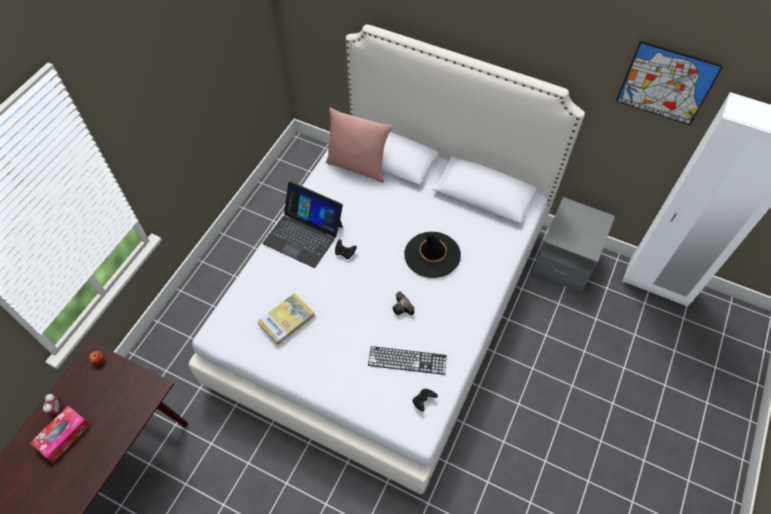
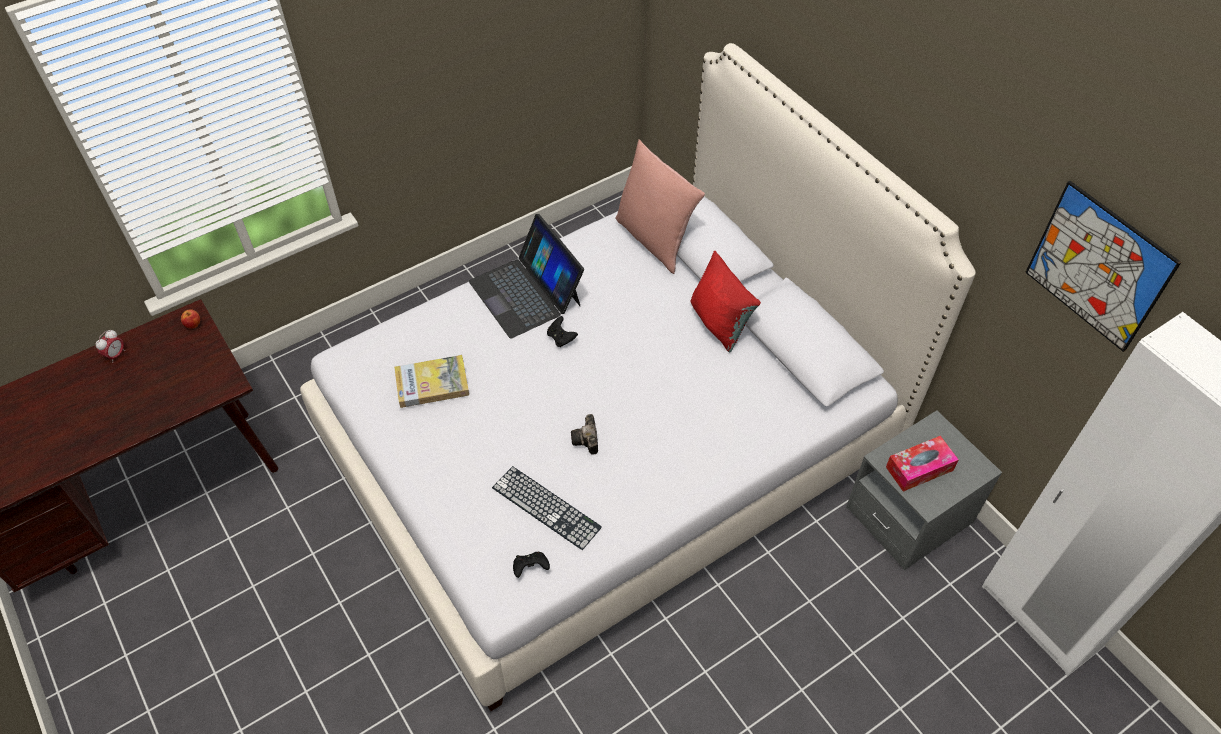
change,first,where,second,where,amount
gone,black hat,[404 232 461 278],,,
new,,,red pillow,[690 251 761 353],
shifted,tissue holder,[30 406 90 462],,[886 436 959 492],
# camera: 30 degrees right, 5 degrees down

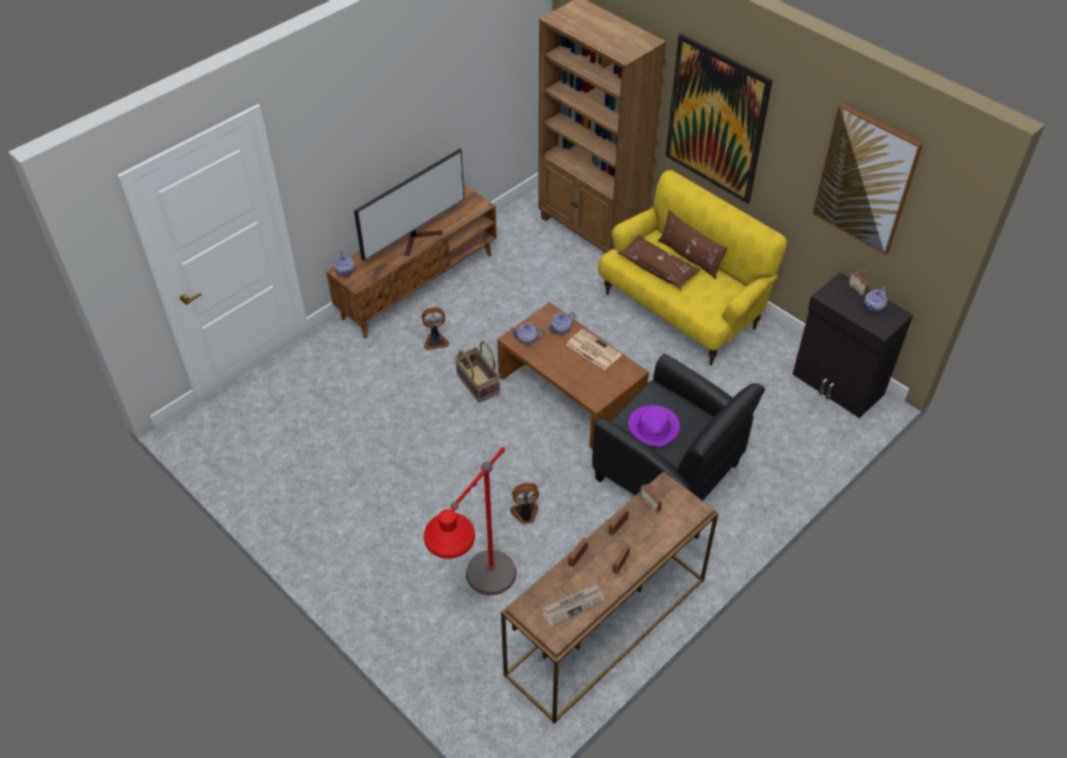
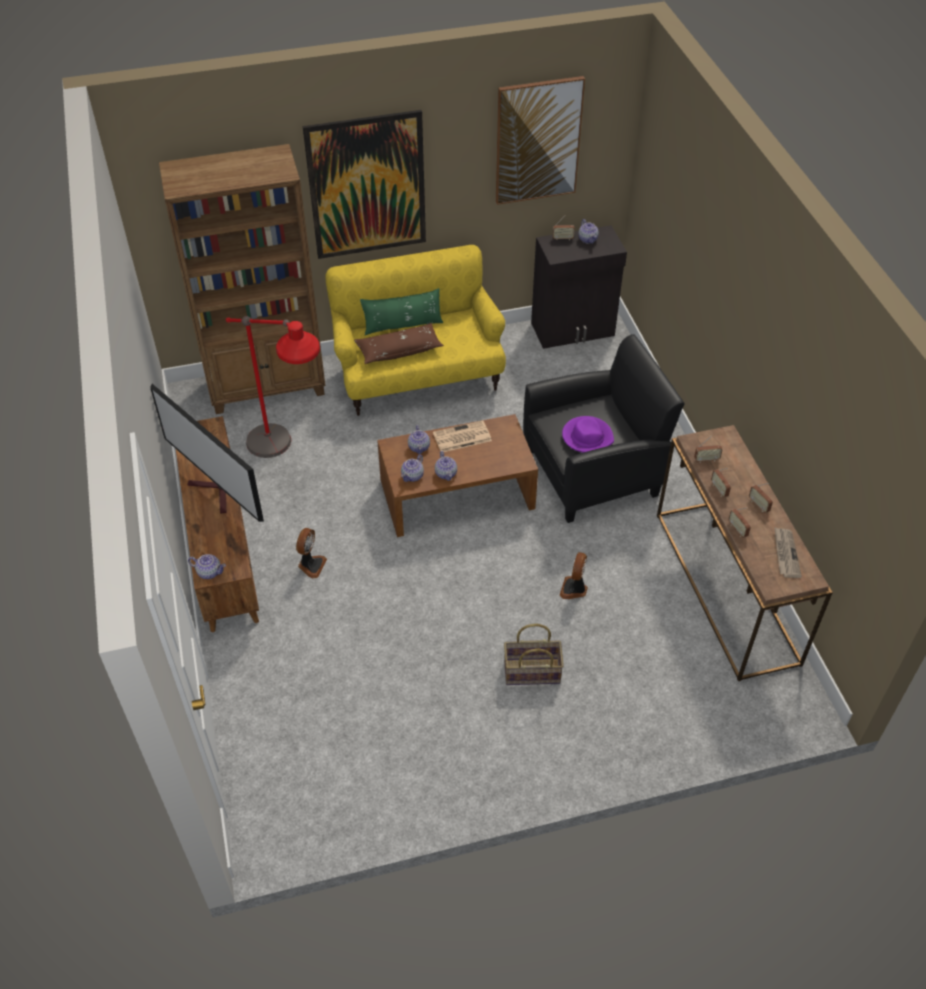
change,first,where,second,where,amount
new,,,pot for tea,[435 451 457 481],
shifted,red standing lamp,[424 447 516 595],,[226 316 320 458],
shifted,storage basket,[455 341 500 403],,[504 624 564 685],
repainted,brownish pillow,[658 209 728 279],greenish pillow,[360 288 443 335],
rotated,television,[354 148 464 261],,[150 384 264 522],150 degrees clockwise
# camera: 60 degrees left, 0 degrees up

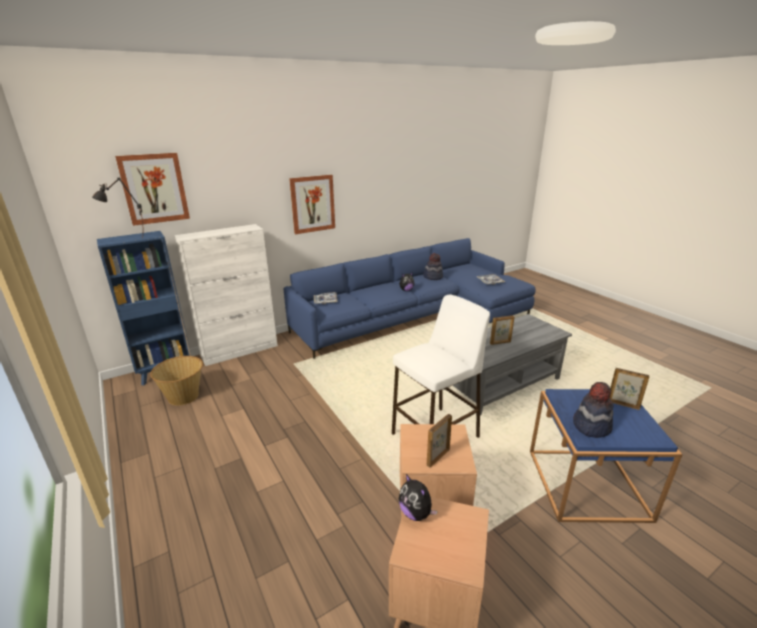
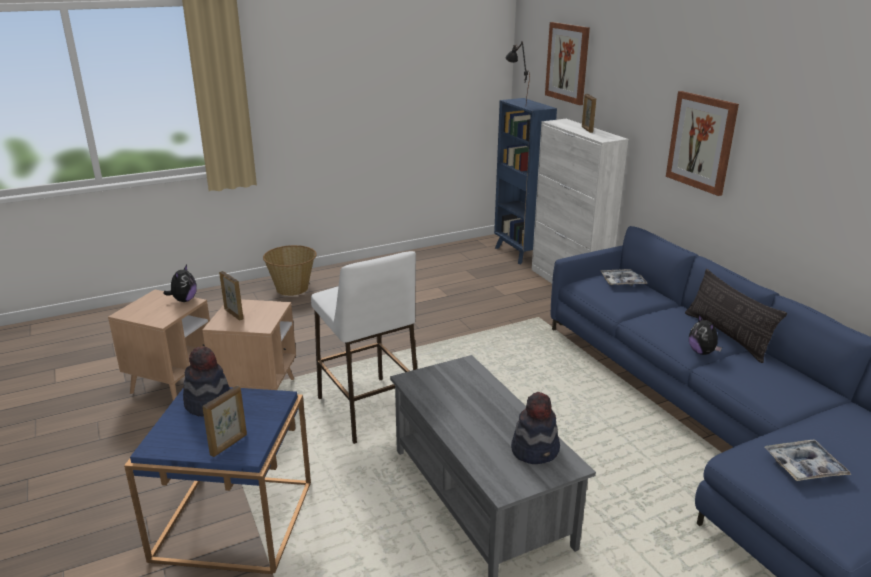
change,first,where,second,where,amount
new,,,pillow,[685 269 787 363],
shifted,storage basket,[150 356 203 406],,[263 245 317 296],
shifted,hat,[423 253 443 280],,[511 392 560 464],
shifted,picture frame,[490 315 515 345],,[582 94 596 133],
rotated,plush toy,[399 474 438 521],,[163 265 197 302],135 degrees clockwise
# camera: 95 degrees right, 0 degrees up

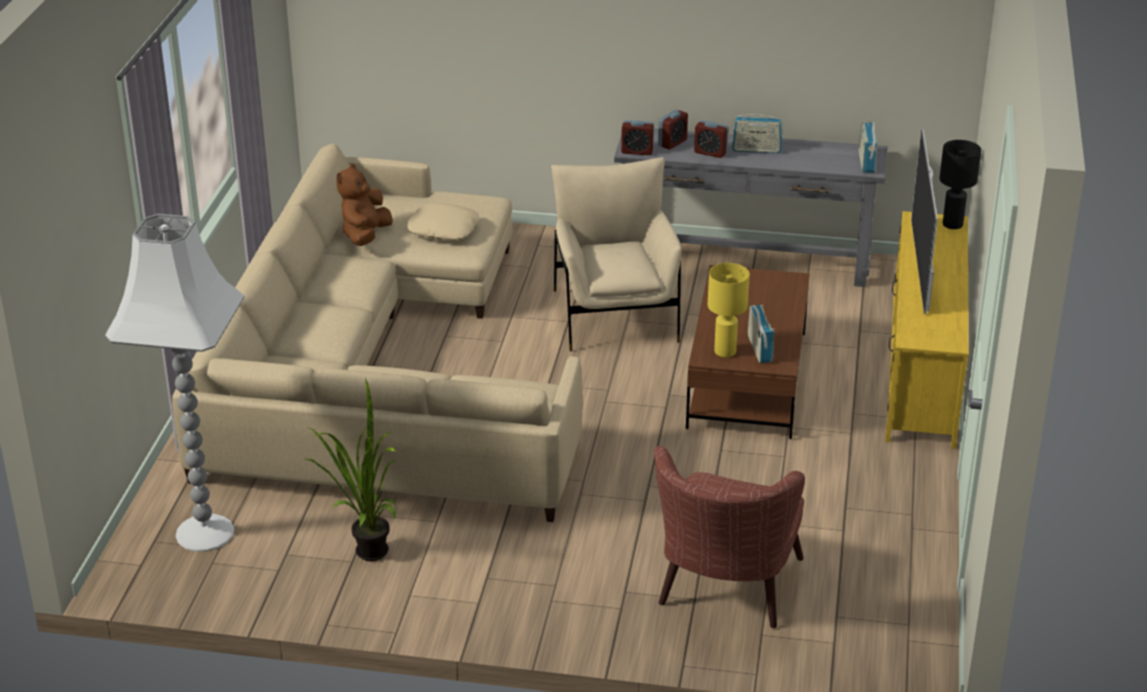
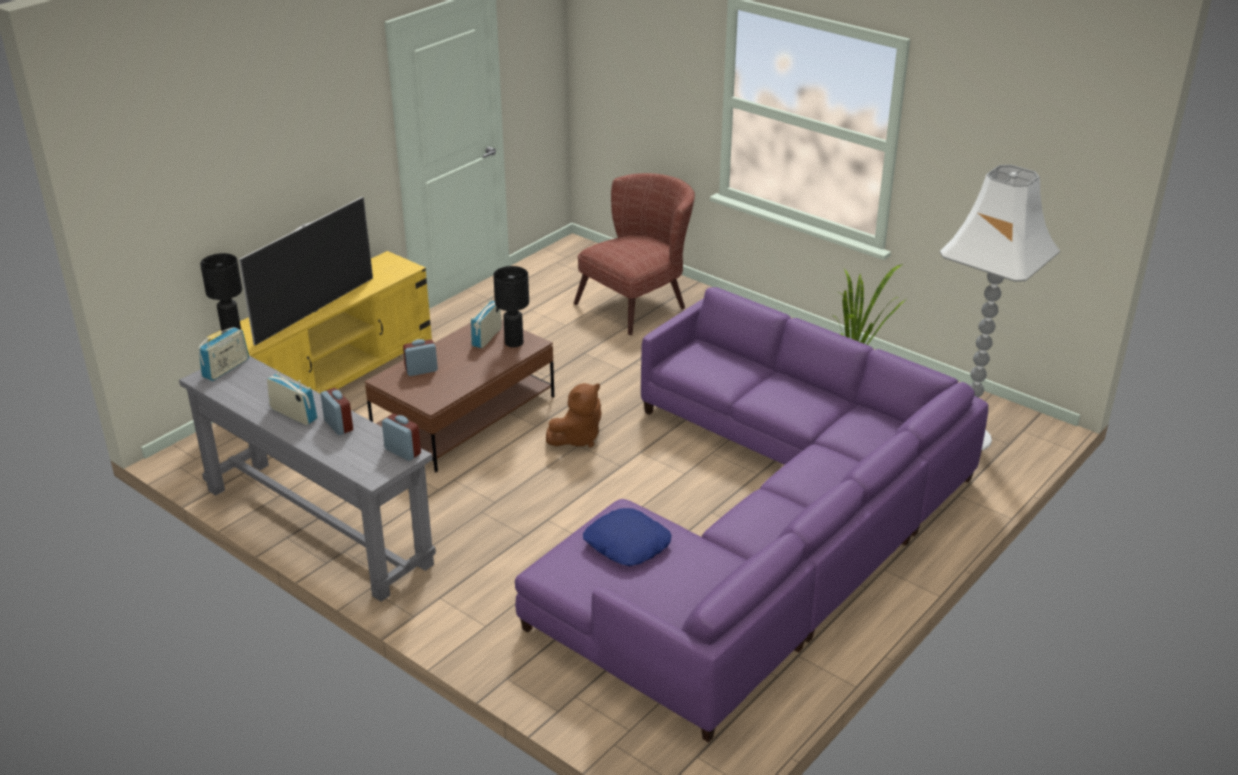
change,first,where,second,where,amount
gone,sand-coloured armchair,[551 157 682 352],,,
shifted,brownish plush toy,[336 163 393 246],,[546 383 602 447],
shifted,bedside clock,[658 109 688 150],,[403 339 438 376],
repainted,sand-coloured couch,[172 144 583 522],purplish couch,[515 287 988 743],
repainted,sand-coloured pillow,[406 203 479 240],blue pillow,[583 508 672 566],
repainted,yellowish tabletop lamp,[708 263 750 357],black tabletop lamp,[493 266 529 347],
# camera: 150 degrees left, 0 degrees up

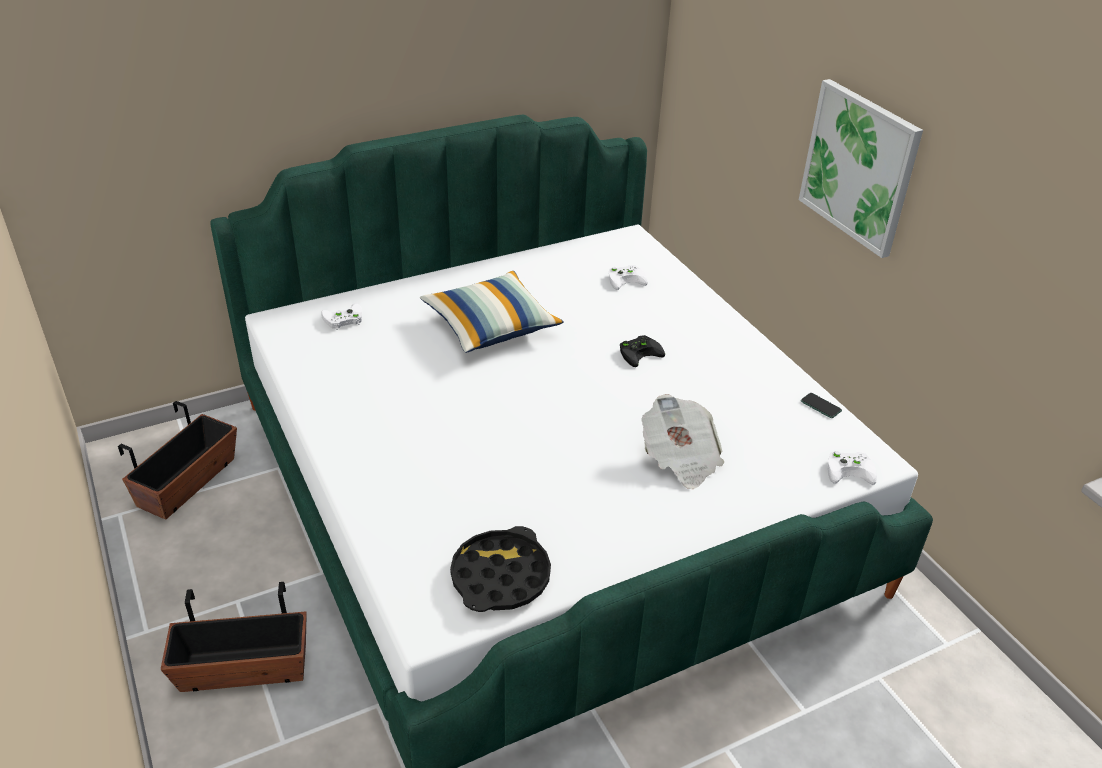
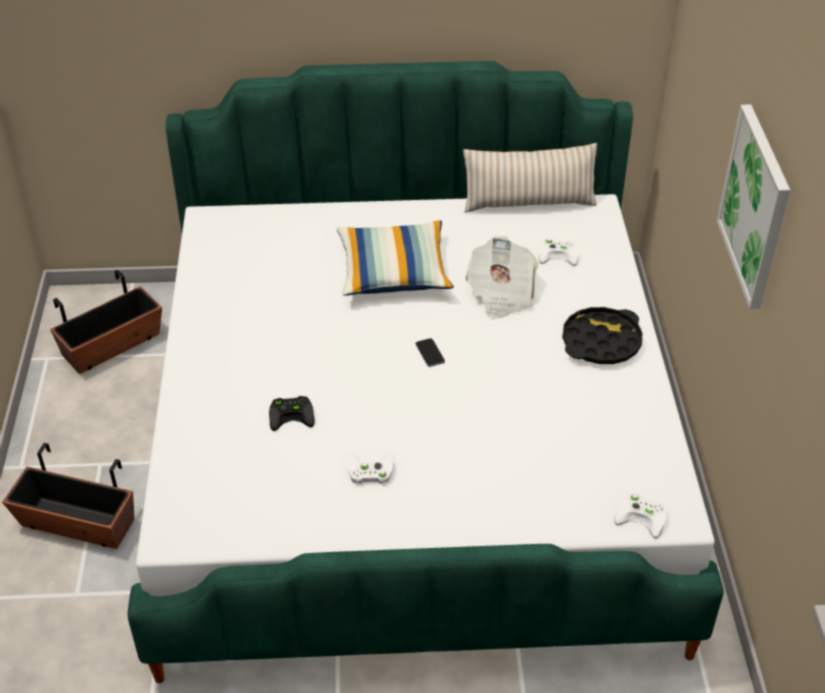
change,first,where,second,where,amount
new,,,sand-coloured pillow,[463 143 597 213],
shifted,white gamepad,[321 303 362 330],,[347 453 394 486],
shifted,black tray,[450 526 551 612],,[562 307 642 364],
shifted,black gamepad,[620 335 665 367],,[269 396 315 431],
shifted,daily paper,[641 394 724 490],,[466 236 538 319],
shifted,telephone,[801 393 842 418],,[415 338 445 367],
# camera: 25 degrees right, 5 degrees up

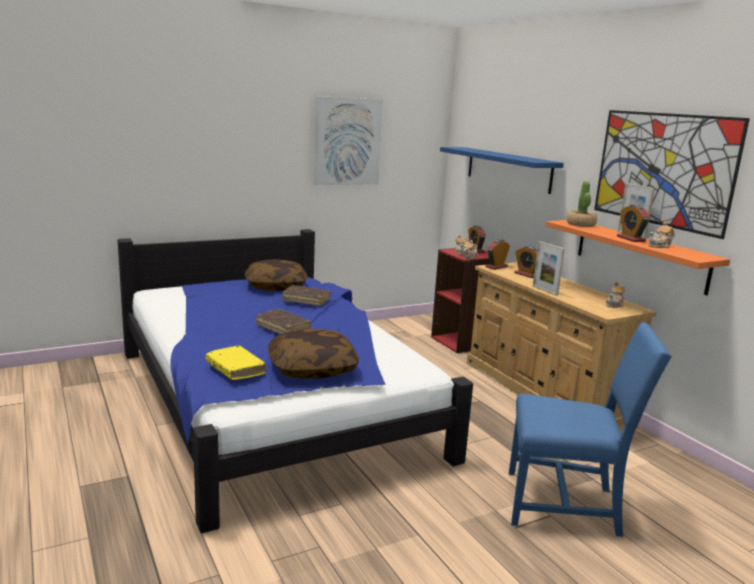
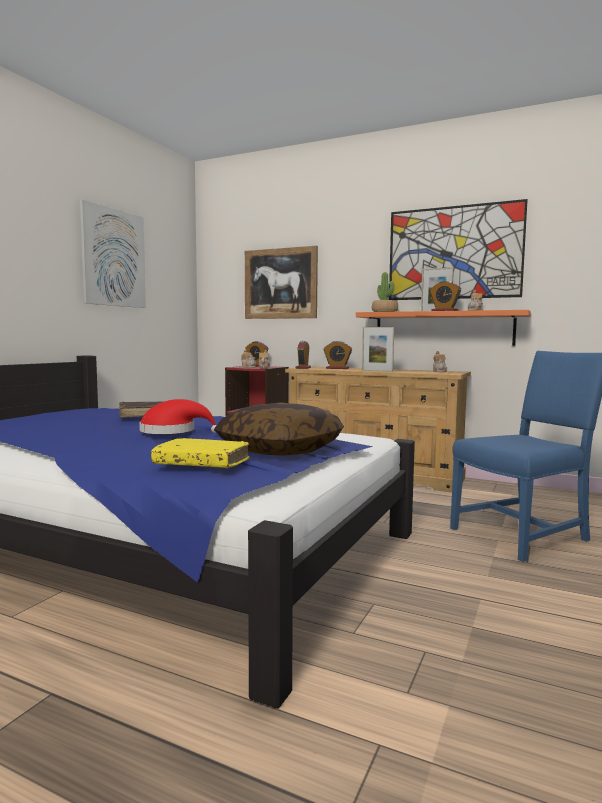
change,first,where,second,where,amount
gone,pillow,[245 259 307 291],,,
swapped,brownish book,[256 309 311 334],red hat,[139 399 217 434],
swapped,blue shelf,[440 147 564 194],wall picture,[245 246 318 319],
# camera: 35 degrees left, 10 degrees down

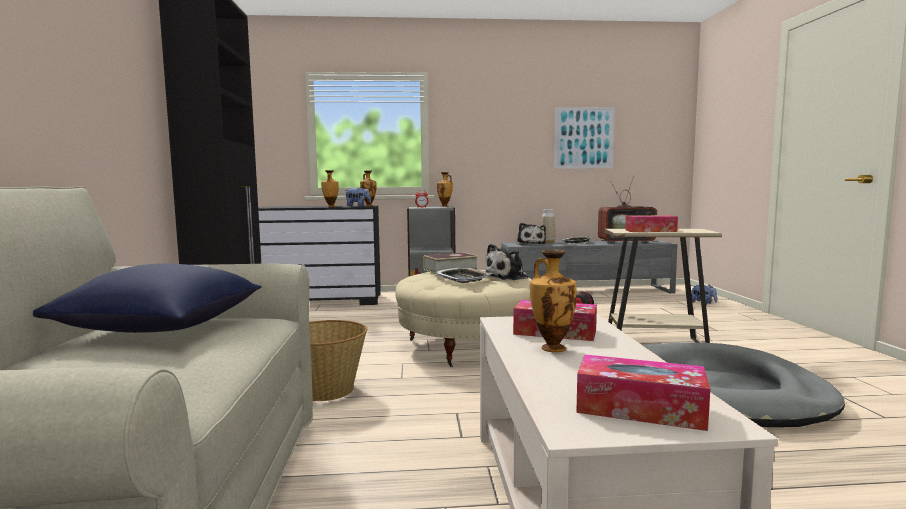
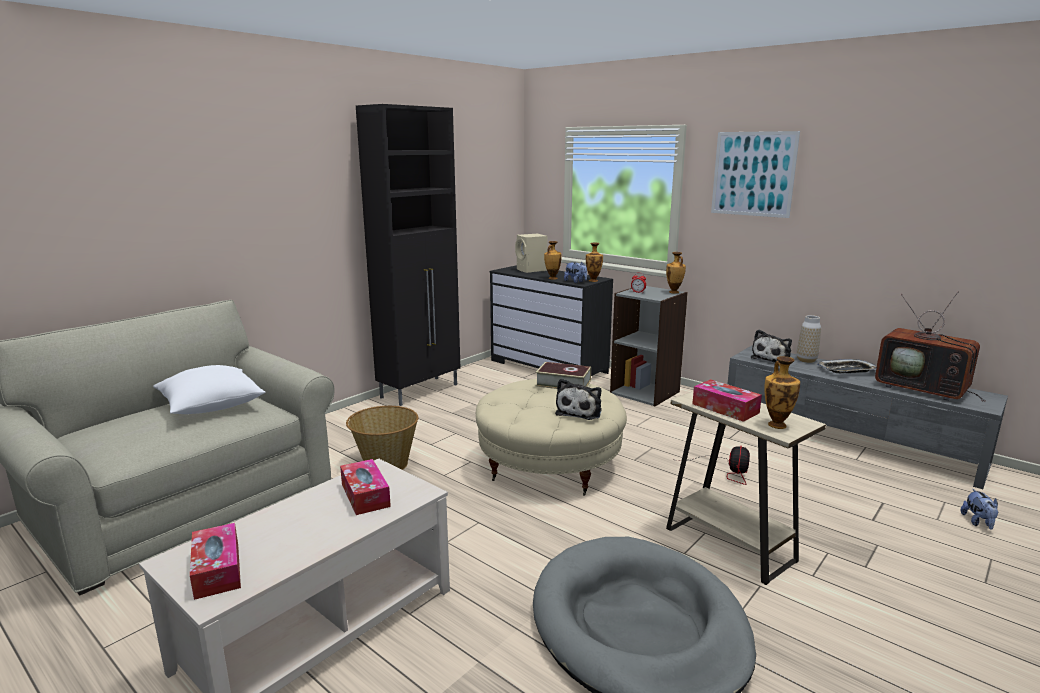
change,first,where,second,where,amount
gone,tray,[435 267 492 283],,,
new,,,sand-coloured loudspeaker,[515 234 547 273],
shifted,flower vase,[530 250 577 352],,[764 356 800 429],
shifted,wall picture,[554 107 615 169],,[711 131 800 218],
repainted,blue pillow,[33 263 261 333],white pillow,[153 365 266 414],
rotated,plush toy,[485 244 528 280],,[555 379 602 420],75 degrees counterclockwise
# camera: 45 degrees right, 10 degrees up

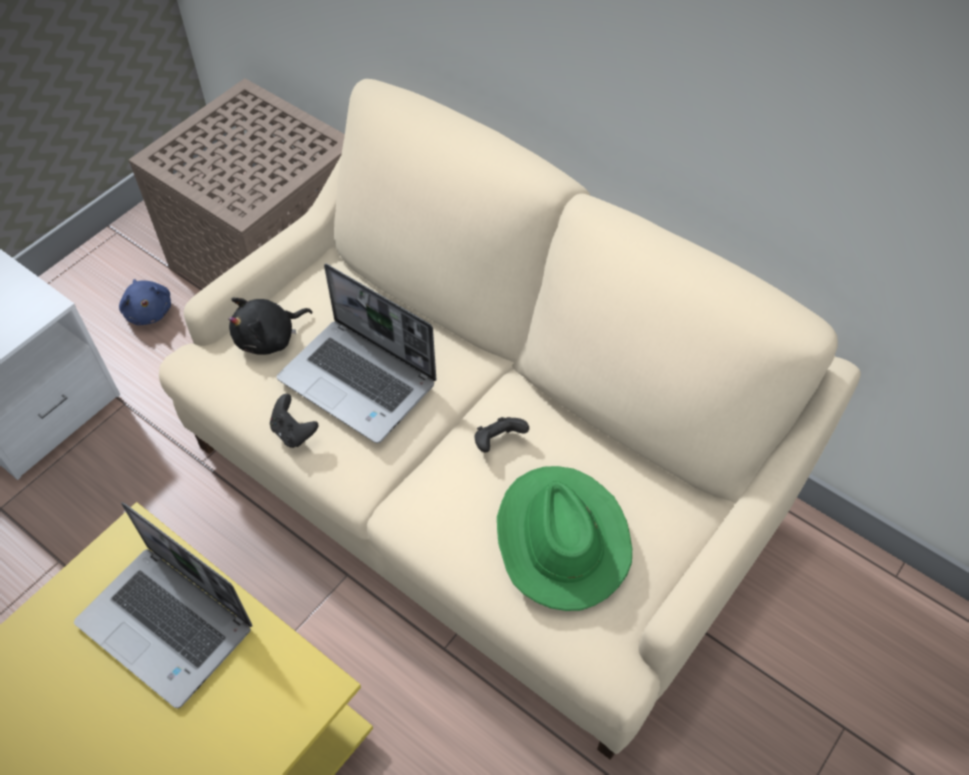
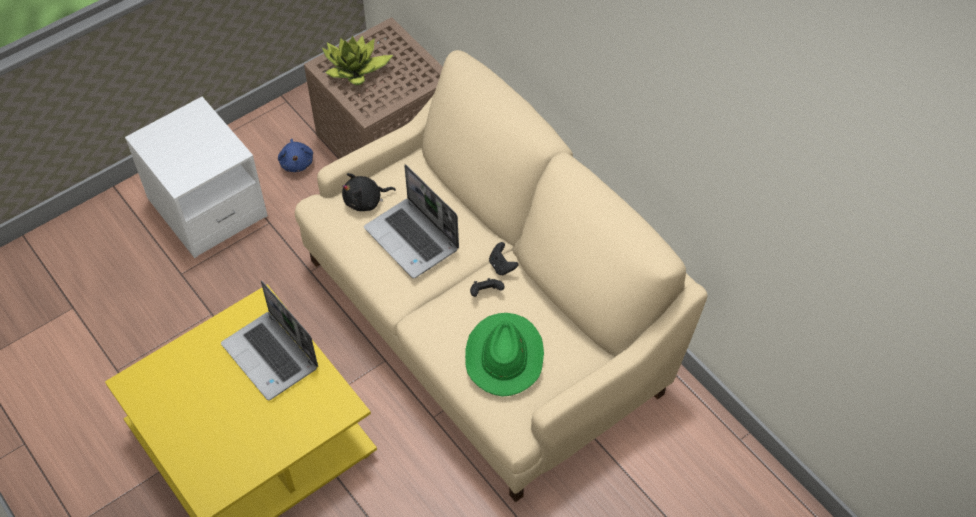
change,first,where,second,where,amount
new,,,plant in a pot,[322 35 393 85],
shifted,black gamepad,[270 394 318 448],,[489 242 518 275],
# camera: 15 degrees right, 0 degrees up

